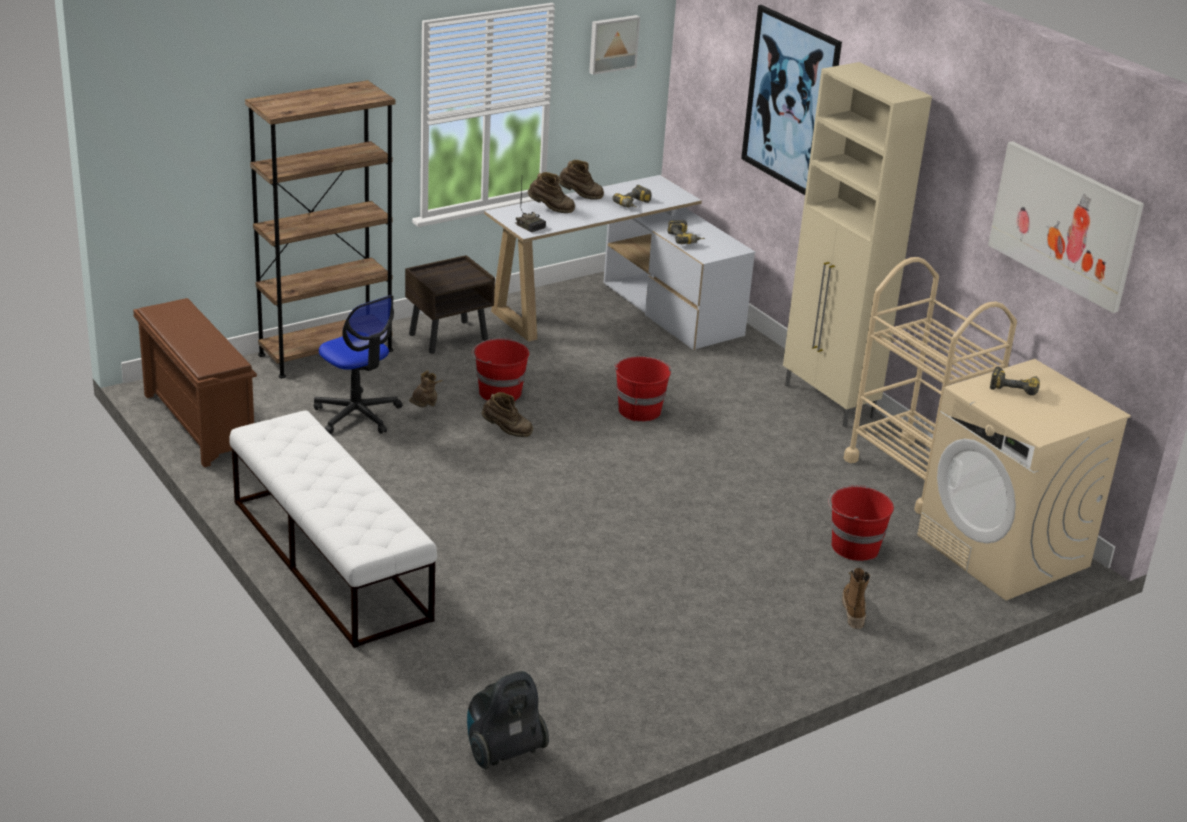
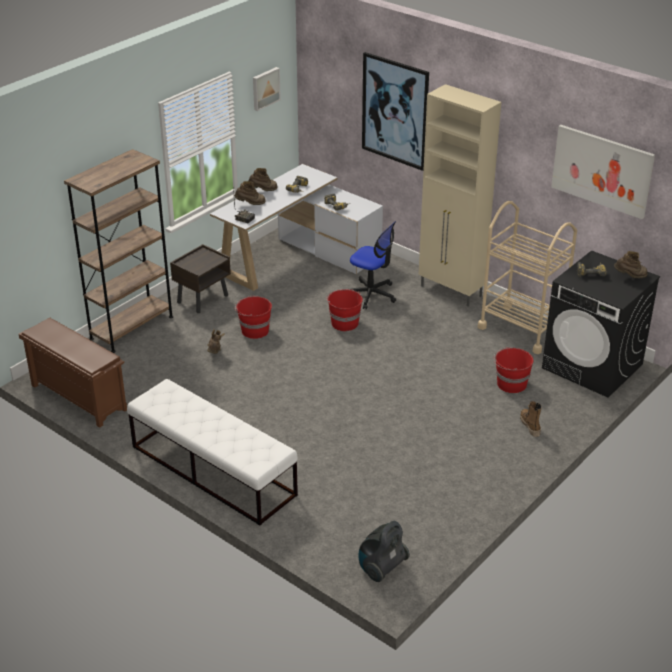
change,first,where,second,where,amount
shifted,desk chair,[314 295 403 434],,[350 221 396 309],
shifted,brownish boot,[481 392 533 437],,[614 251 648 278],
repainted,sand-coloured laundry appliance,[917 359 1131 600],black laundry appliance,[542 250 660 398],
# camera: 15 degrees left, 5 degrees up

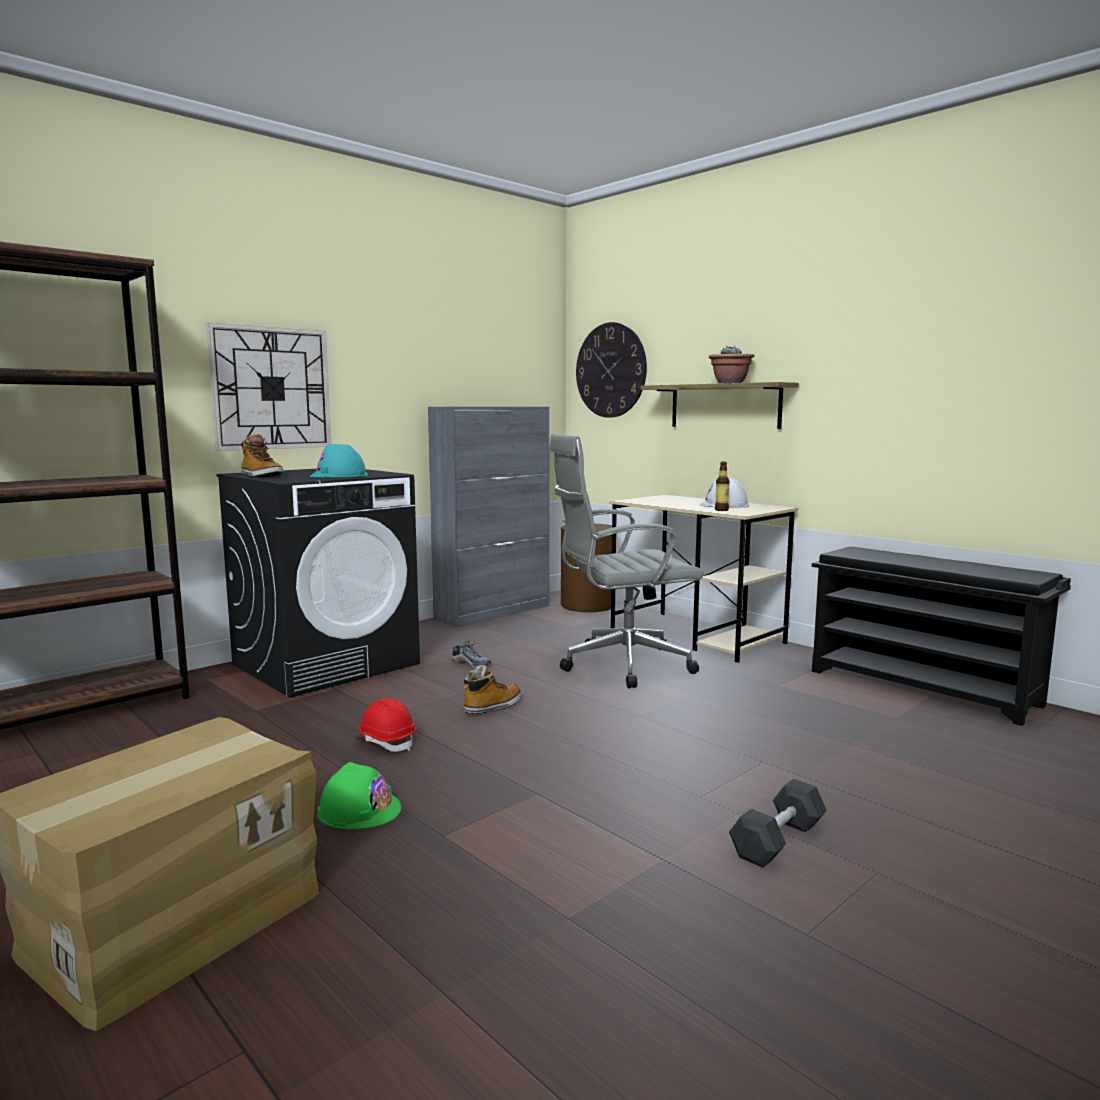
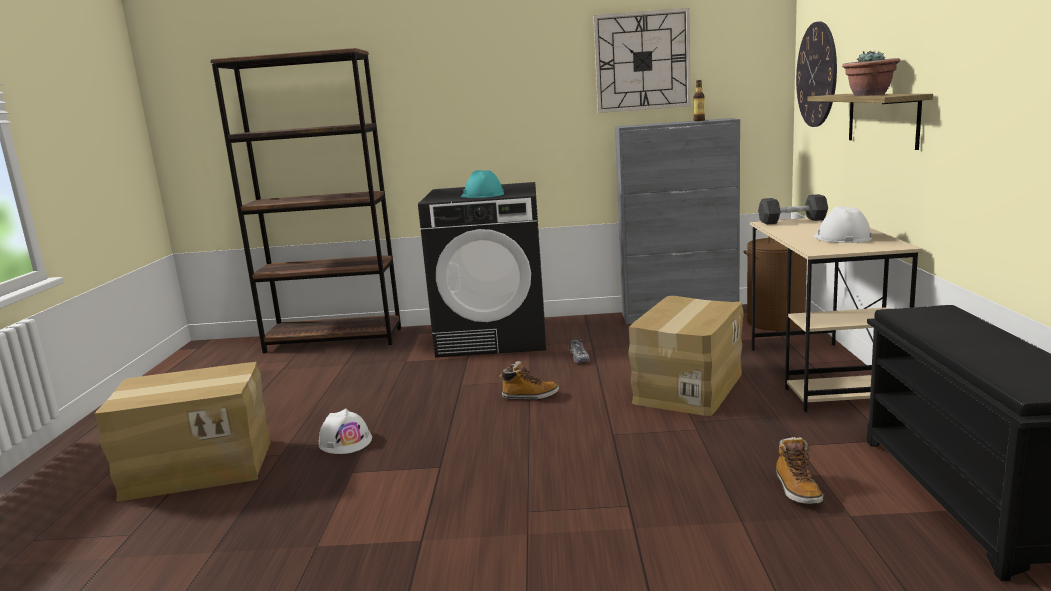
change,first,where,second,where,amount
gone,red work helmet,[355 698 416 752],,,
shifted,wall clock,[206 322 331 451],,[594 8 691 113],
shifted,boot,[241 433 283 477],,[776 437 823 504],
shifted,drink bottle,[715 462 730 511],,[694 80 705 121],
shifted,black dumbbell,[729 779 827 868],,[758 194 828 225],
swapped,greyish desk chair,[549 433 704 688],packing box,[628 296 744 416],
repainted,greenish work helmet,[317 762 401 829],white work helmet,[318 409 372 454],
# camera: 45 degrees right, 5 degrees up

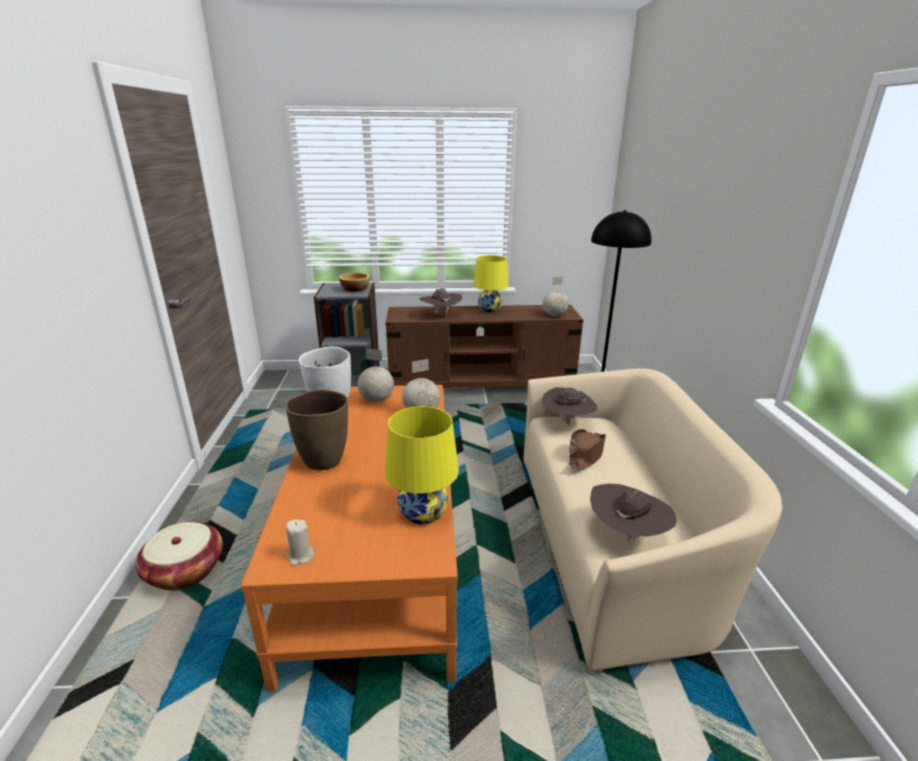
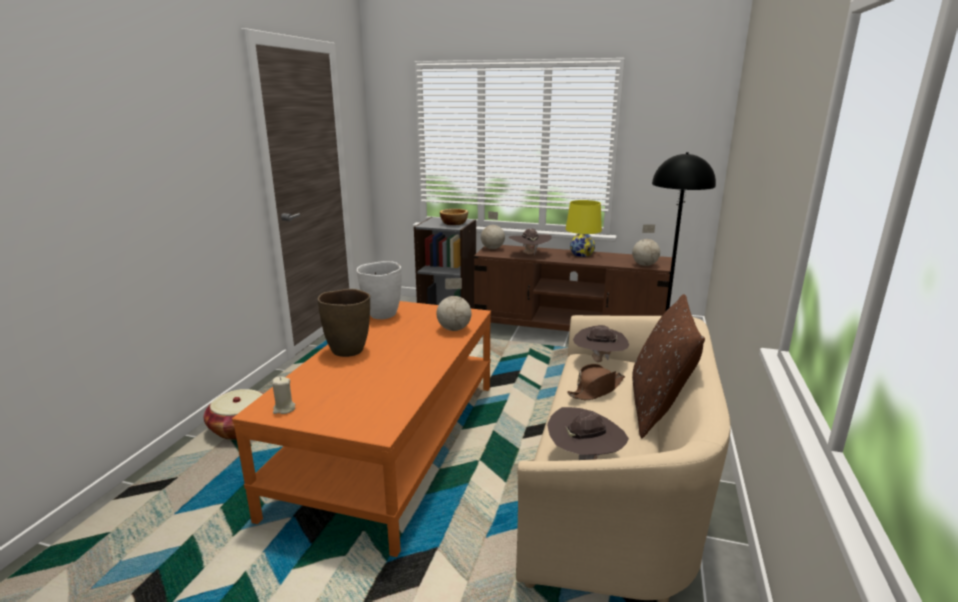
change,first,where,second,where,amount
gone,yellowish tabletop lamp,[385 406 459 524],,,
new,,,brownish pillow,[632 294 705 438],
shifted,globe,[358 348 394 403],,[481 211 505 249],
# camera: 20 degrees right, 5 degrees down

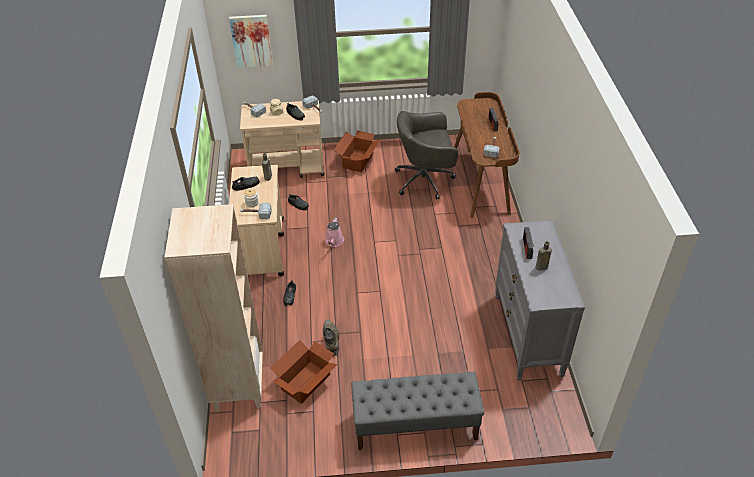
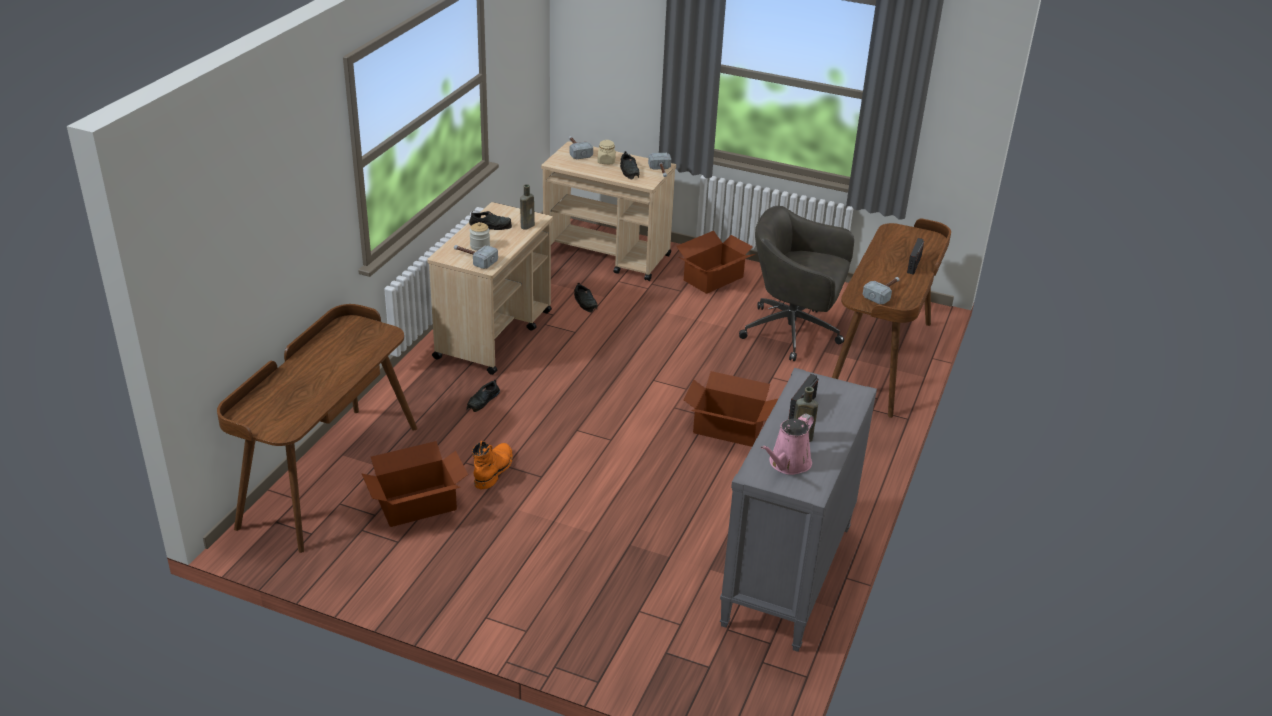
change,first,where,second,where,amount
gone,wall picture,[229 15 273 68],,,
gone,greyish long seat,[351 372 484 450],,,
new,,,packing box,[683 371 779 447],
shifted,pink-coloured watering can,[325 218 344 247],,[760 413 814 475],
swapped,sand-coloured shelving unit,[165 204 263 412],brownish desk unit,[217 304 418 553],
repainted,greenish boot,[323 320 339 356],orange boot,[472 441 513 489],
# camera: 25 degrees right, 10 degrees down

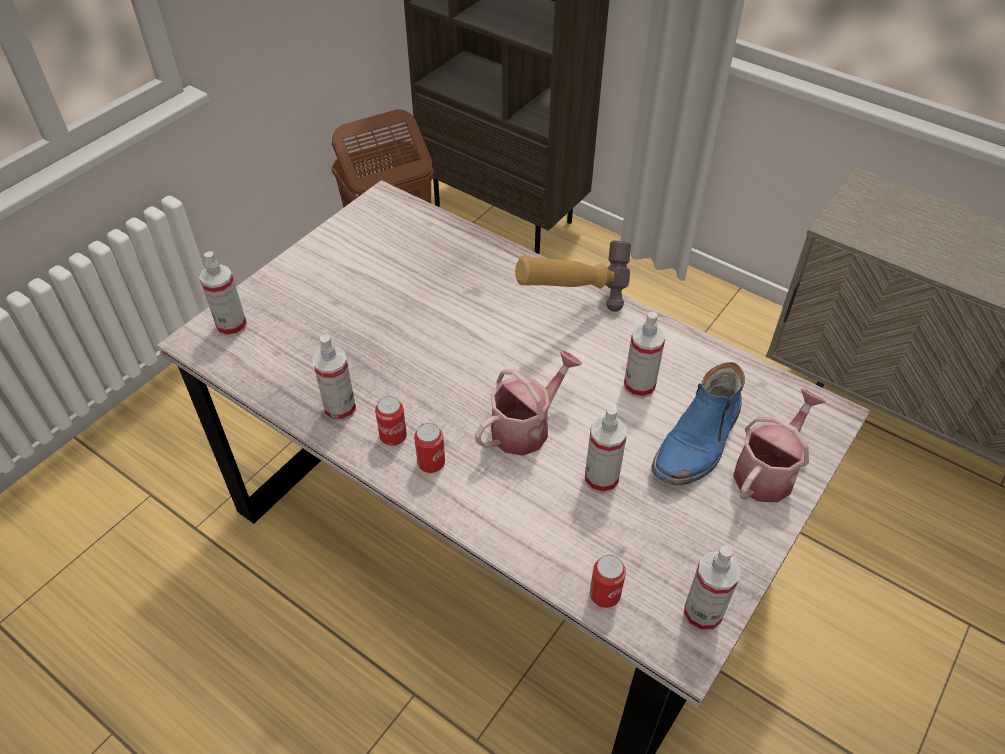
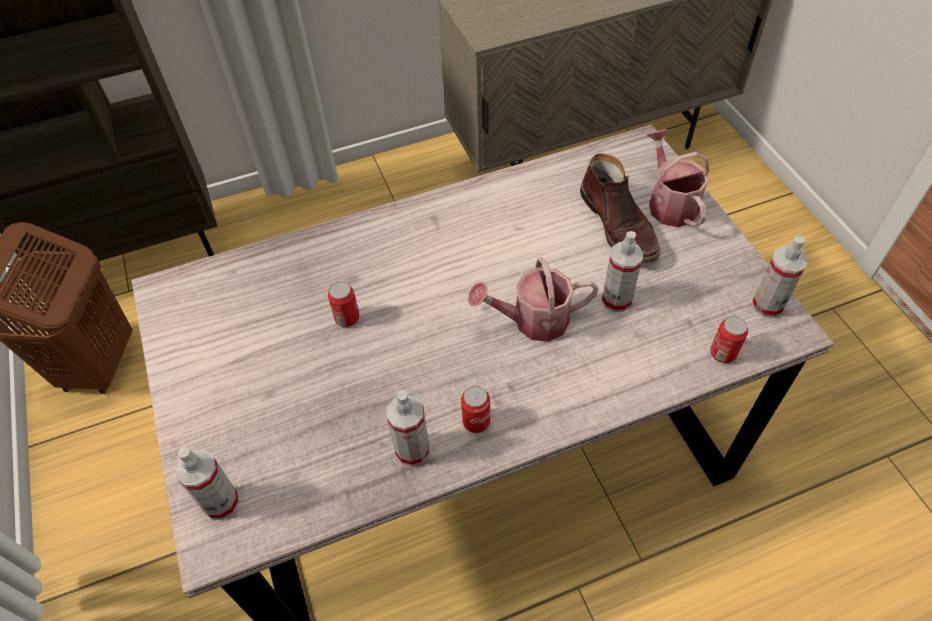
change,first,where,second,where,amount
gone,tool hammer,[515 240 631 312],,,
gone,spray bottle,[624 312 666 398],,,
shifted,can,[414 423 445 473],,[328 282 359 327],
repainted,blue boot,[652 362 745 485],brownish boot,[580 153 660 263],
rotated,watering can,[475 350 582 456],,[468 257 598 342],90 degrees counterclockwise
# camera: 55 degrees left, 5 degrees up

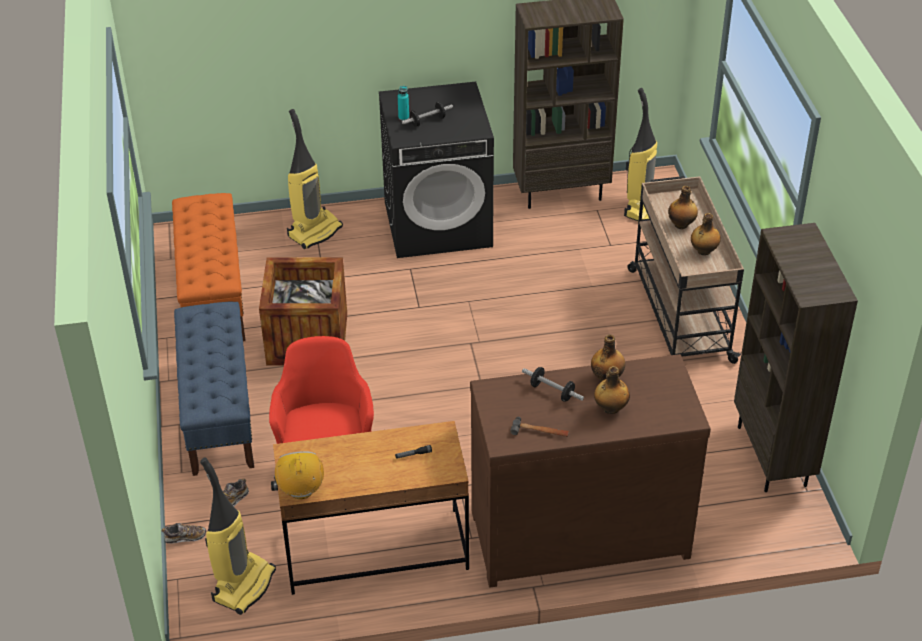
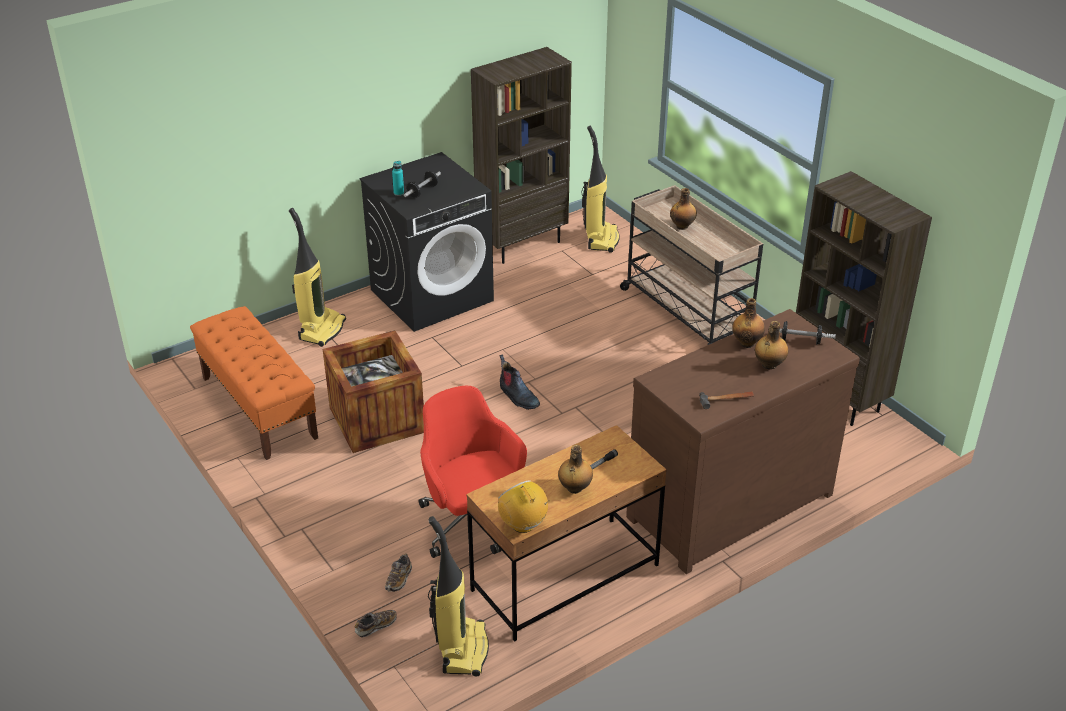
change,first,where,second,where,amount
gone,blue long seat,[174 302 254 476],,,
new,,,boot,[500 354 540 410],
shifted,dumbbell,[522 367 584 402],,[768 321 836 345],
shifted,drink bottle,[691 213 721 255],,[558 445 593 494],
# camera: 25 degrees left, 5 degrees down

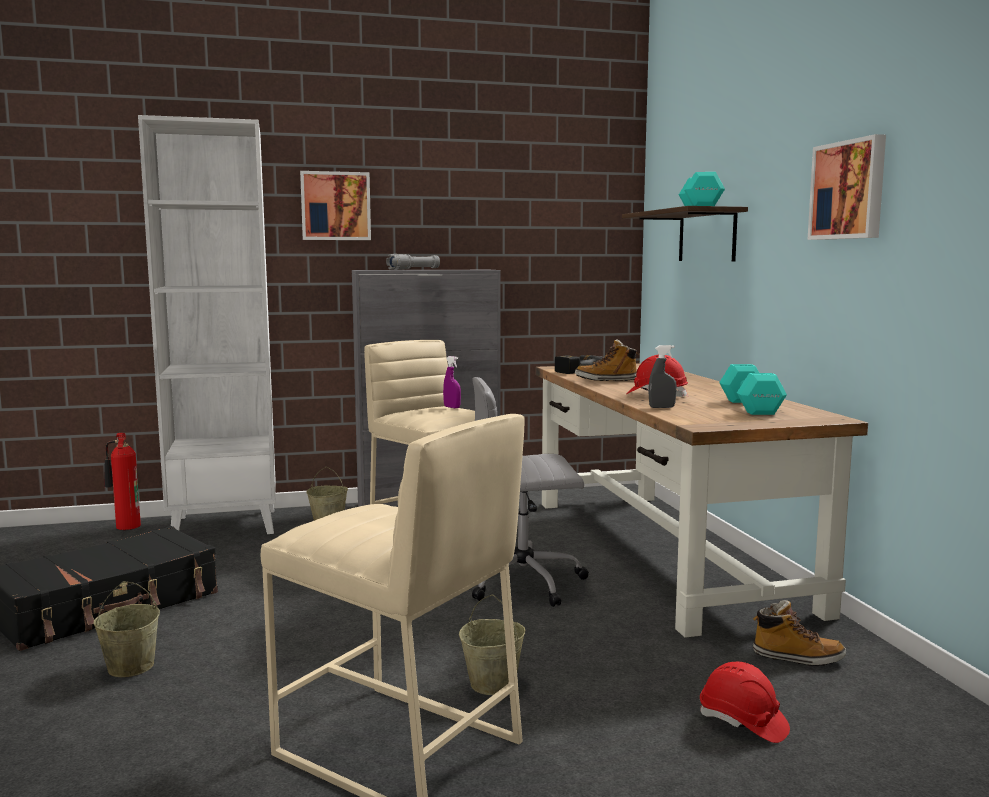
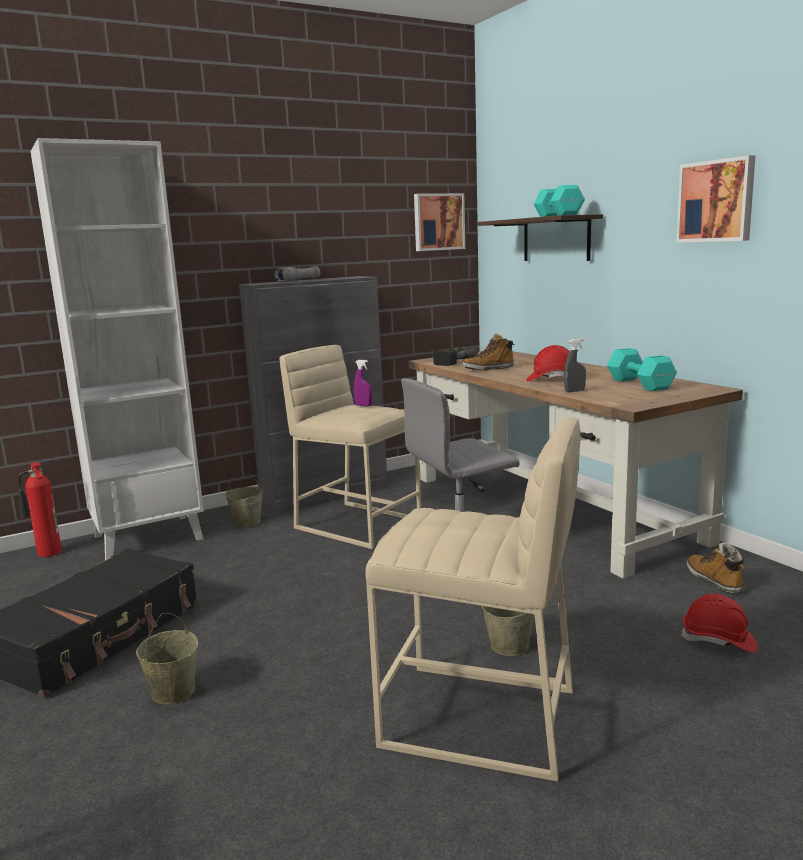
change,first,where,second,where,amount
shifted,wall picture,[300 171 371 240],,[414 193 465 251],
rotated,boot,[753 600 846 666],,[687 542 744 594],105 degrees counterclockwise
# camera: 15 degrees left, 5 degrees up

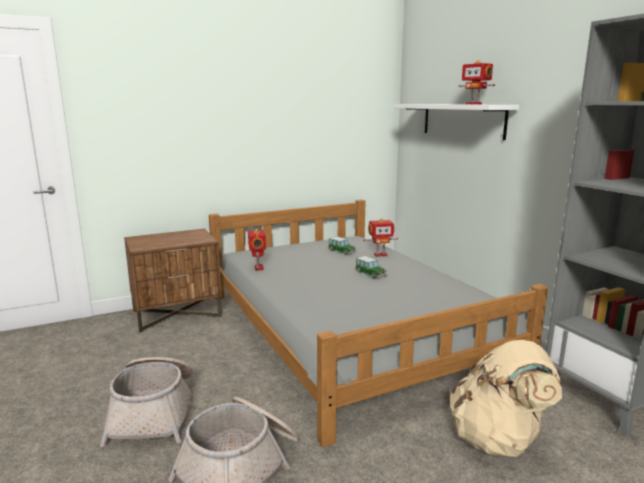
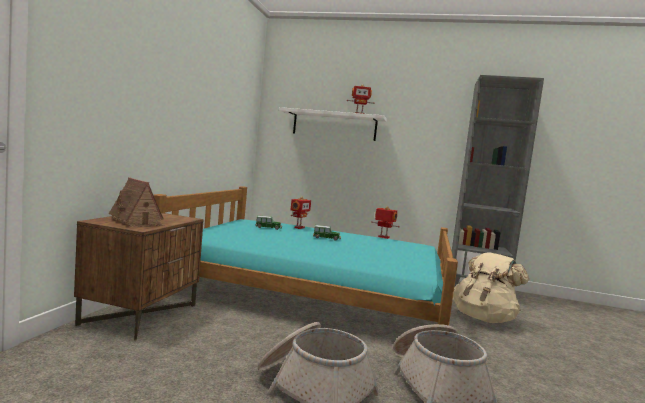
change,first,where,second,where,amount
new,,,toy house,[109 177 165 227],
shifted,toy robot,[248 229 266 270],,[371 206 400 239],
repainted,greyish bed,[209 199 548 447],blue-green bed,[154 186 458 326],
# camera: 50 degrees left, 10 degrees down

